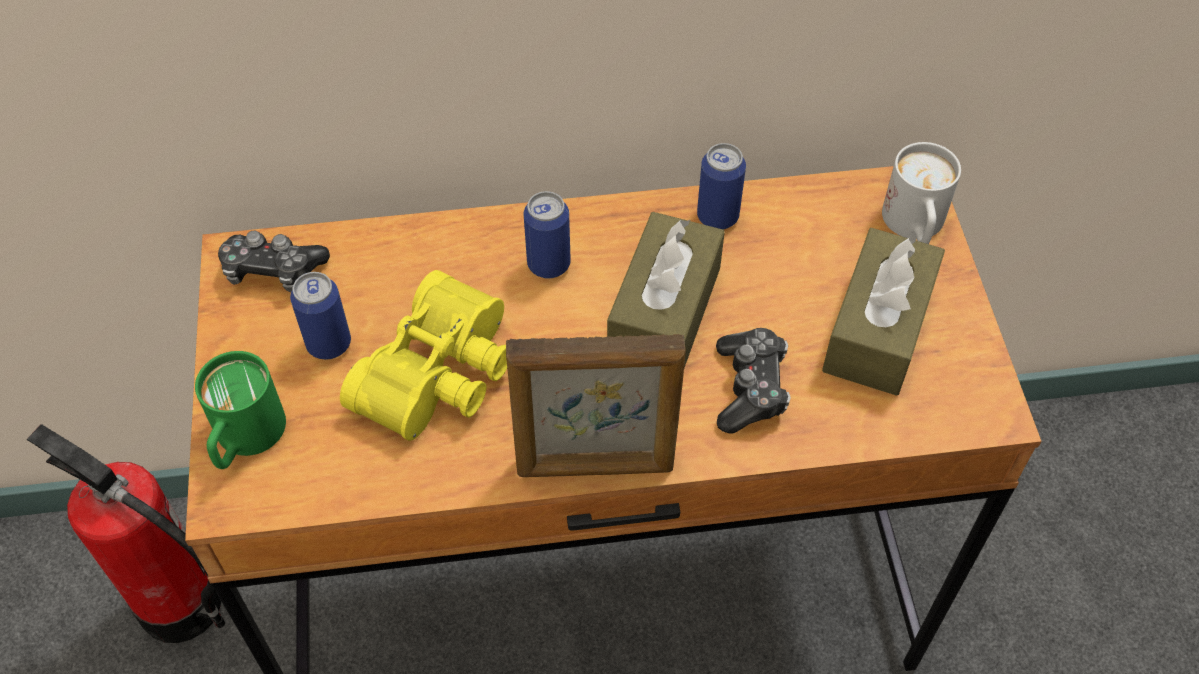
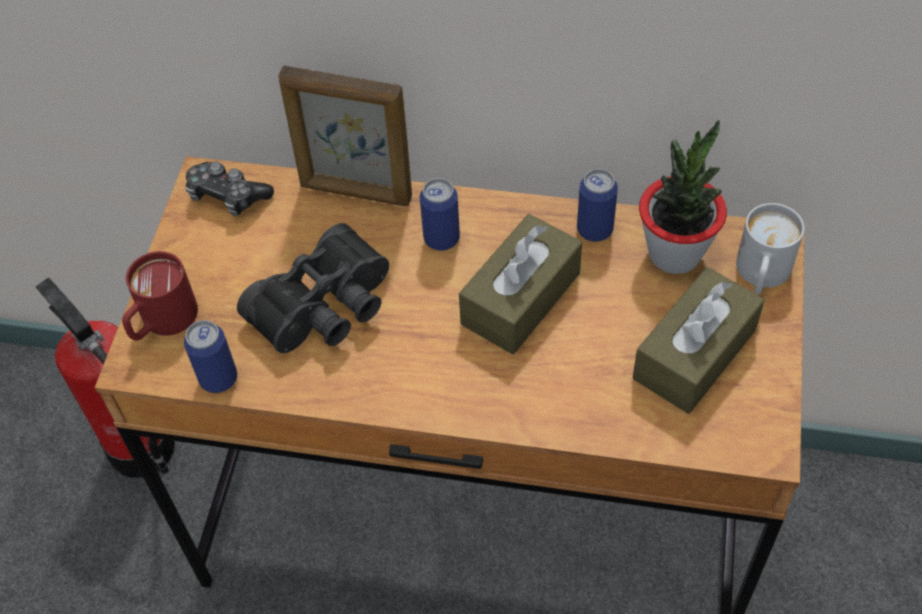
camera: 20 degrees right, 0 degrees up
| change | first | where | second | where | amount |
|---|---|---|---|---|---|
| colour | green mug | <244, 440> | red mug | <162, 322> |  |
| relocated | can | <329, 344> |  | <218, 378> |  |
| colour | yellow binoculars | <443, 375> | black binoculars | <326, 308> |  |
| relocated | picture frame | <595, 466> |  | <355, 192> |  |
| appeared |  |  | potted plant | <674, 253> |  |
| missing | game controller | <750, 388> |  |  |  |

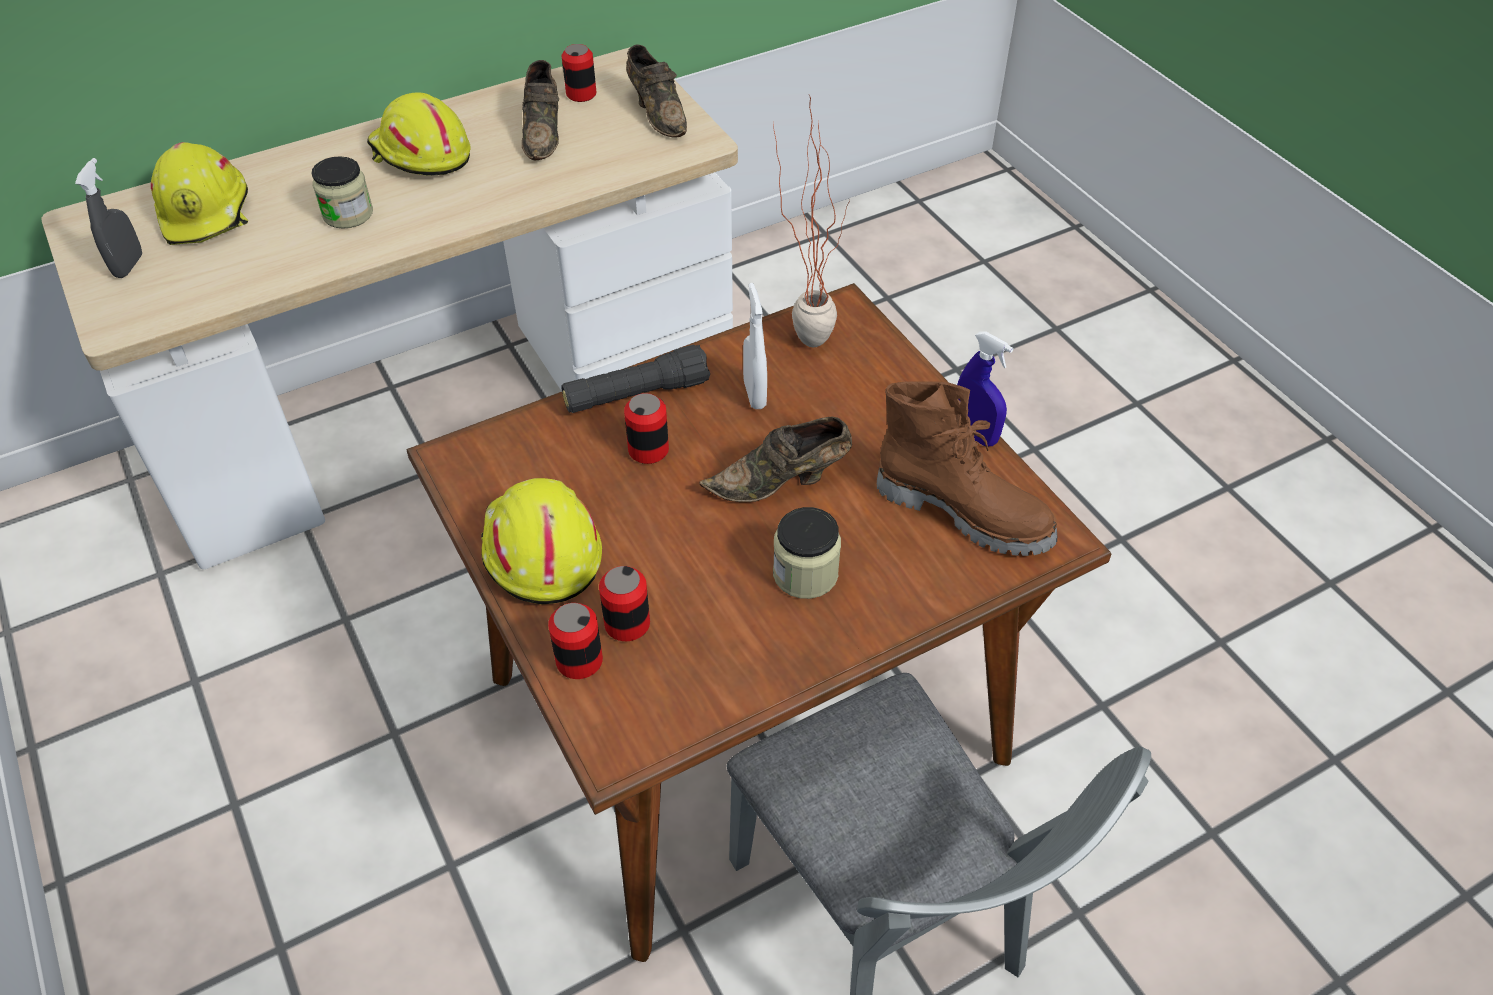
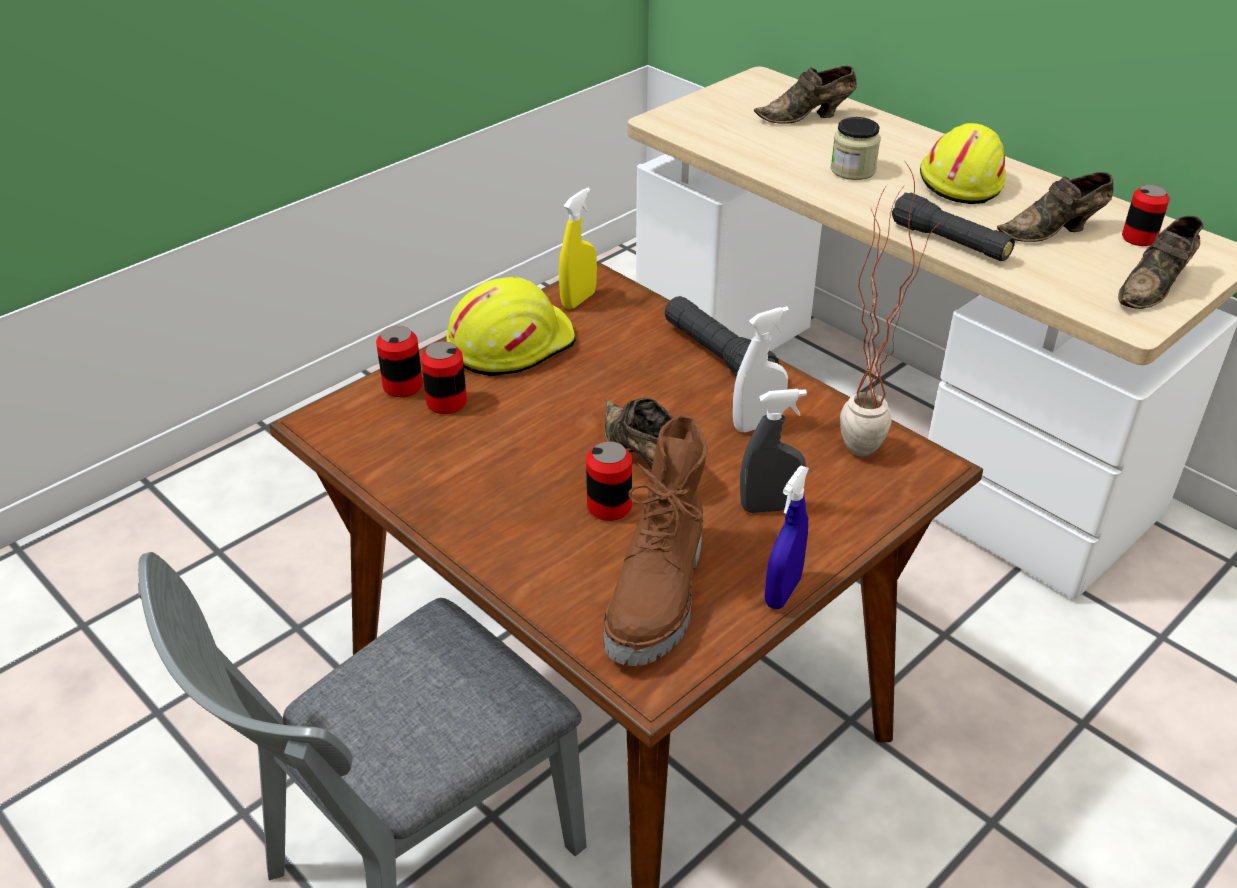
camera: 75 degrees right, 10 degrees down
| change | first | where | second | where | amount |
|---|---|---|---|---|---|
| appeared |  |  | yellow spray bottle | <578, 300> |  |
| relocated | can | <648, 450> |  | <609, 507> |  |
| relocated | grey spray bottle | <129, 266> |  | <769, 507> |  |
| exchanged | yellow hard hat | <207, 212> | brown shoe | <807, 117> |  |
| appeared |  |  | black flashlight | <950, 242> |  |
| missing | jar | <805, 573> |  |  |  |

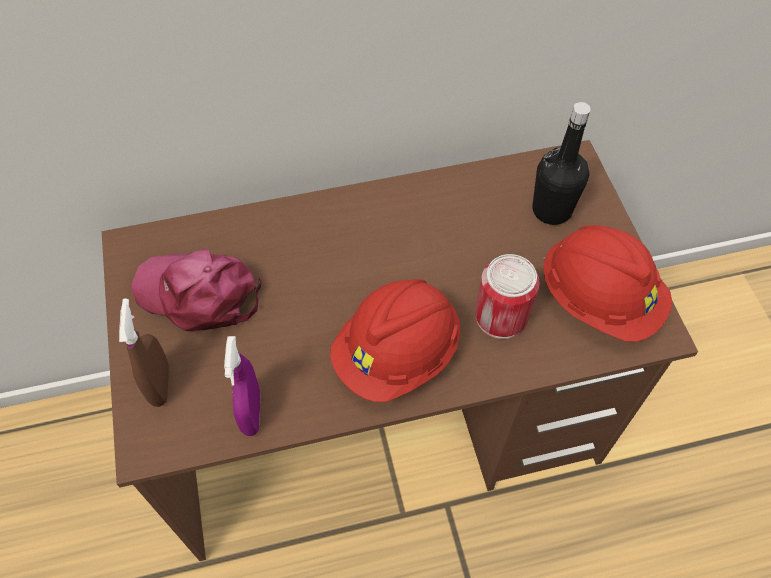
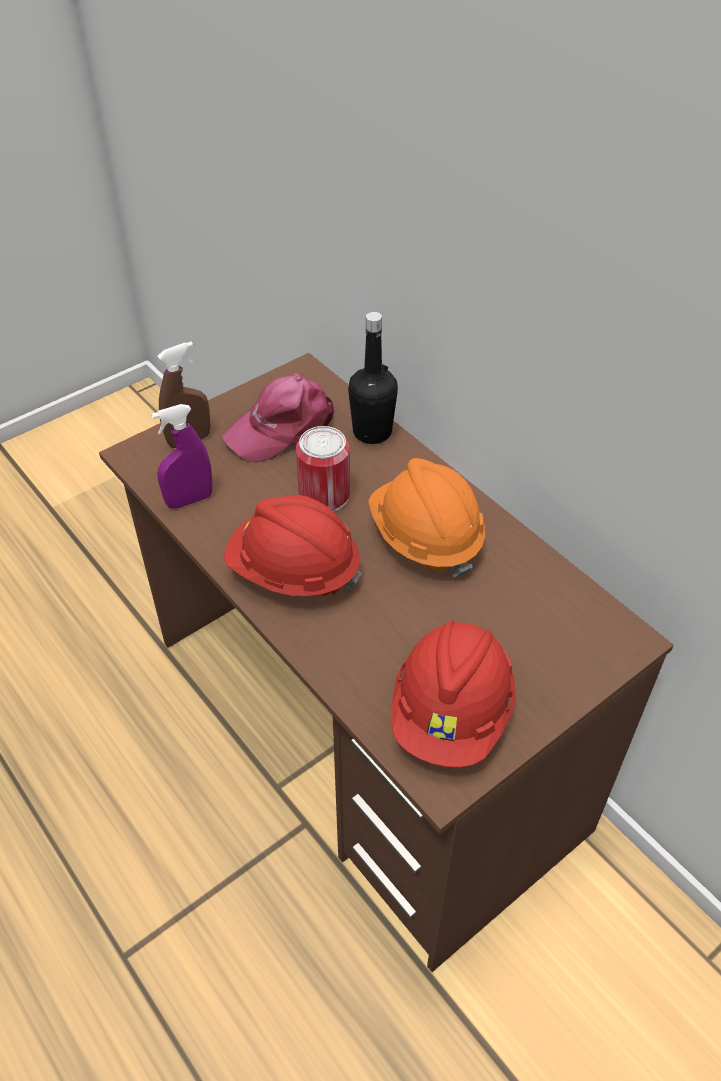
camera: 65 degrees right, 10 degrees down
| change | first | where | second | where | amount |
|---|---|---|---|---|---|
| spun | pink cap | <199, 293> |  | <283, 427> | 120 degrees counterclockwise |
| relocated | can | <501, 316> |  | <324, 496> |  |
| relocated | black bottle | <551, 210> |  | <372, 432> |  |
| appeared |  |  | orange hard hat | <425, 538> |  |

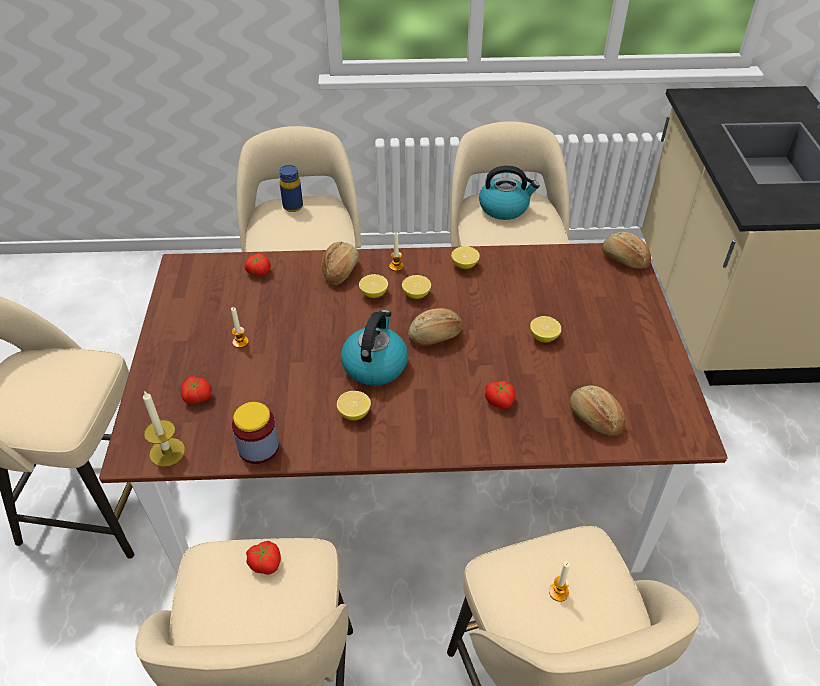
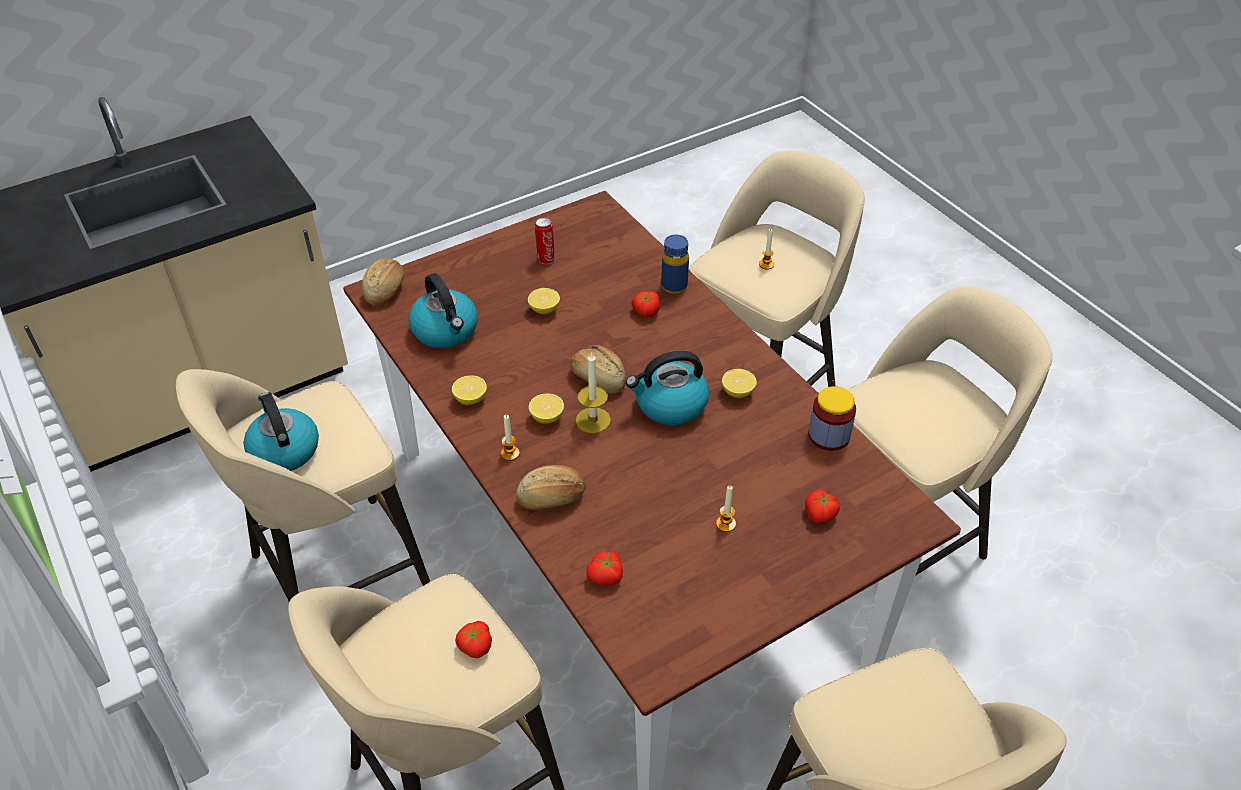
camera: 120 degrees left, 0 degrees up
| change | first | where | second | where | amount |
|---|---|---|---|---|---|
| appeared |  |  | kettle | <446, 331> |  |
| relocated | tomato | <266, 562> |  | <474, 646> |  |
| appeared |  |  | can | <546, 259> |  |
| relocated | candle | <167, 452> |  | <593, 420> |  |
| relocated | blue bottle | <293, 206> |  | <674, 286> |  |
| missing | lemon | <374, 294> |  |  |  |
| missing | bread | <594, 419> |  |  |  |

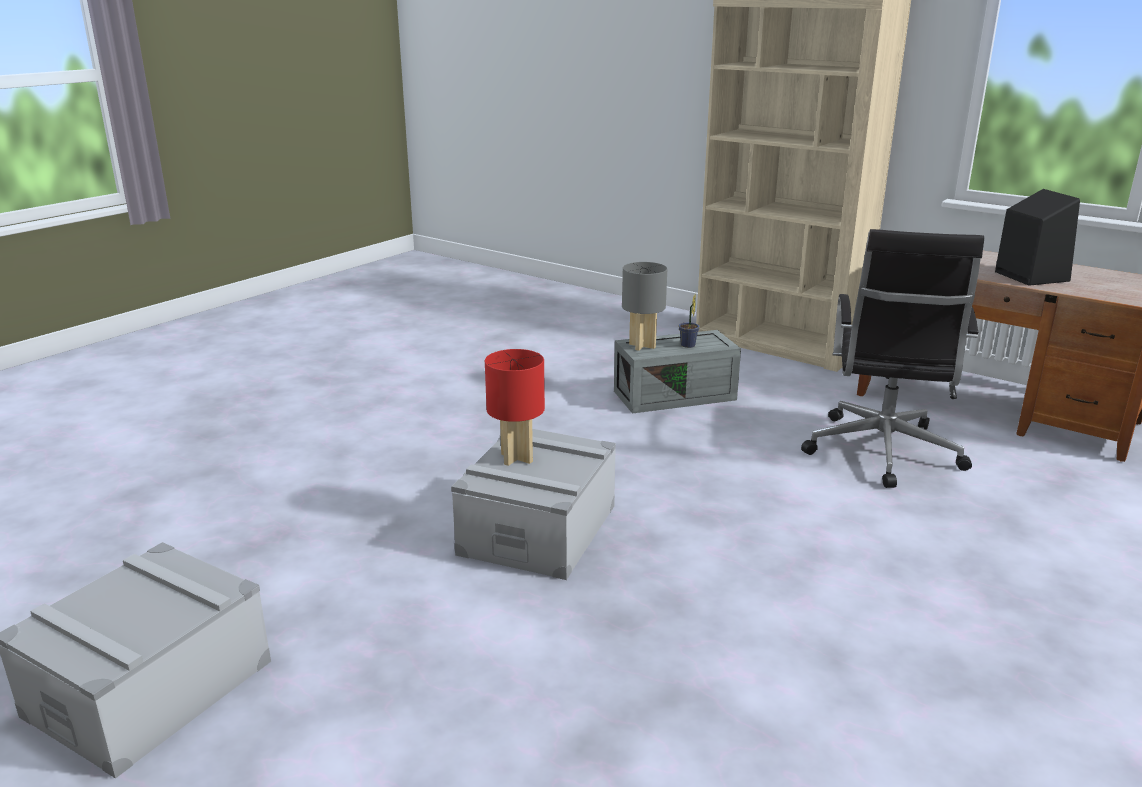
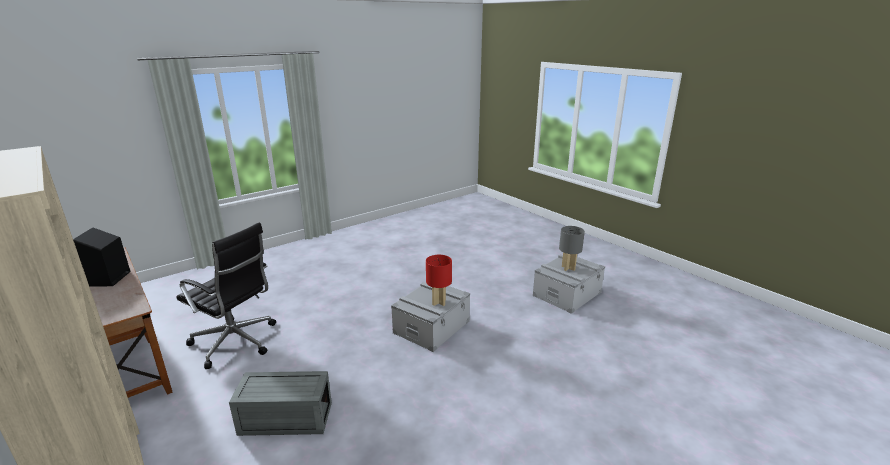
camera: 165 degrees left, 0 degrees up
| change | first | where | second | where | amount |
|---|---|---|---|---|---|
| spun | black office chair | <882, 453> |  | <236, 342> | 90 degrees clockwise |
| relocated | grey table lamp | <643, 346> |  | <568, 268> |  |
| missing | potted plant | <687, 346> |  |  |  |

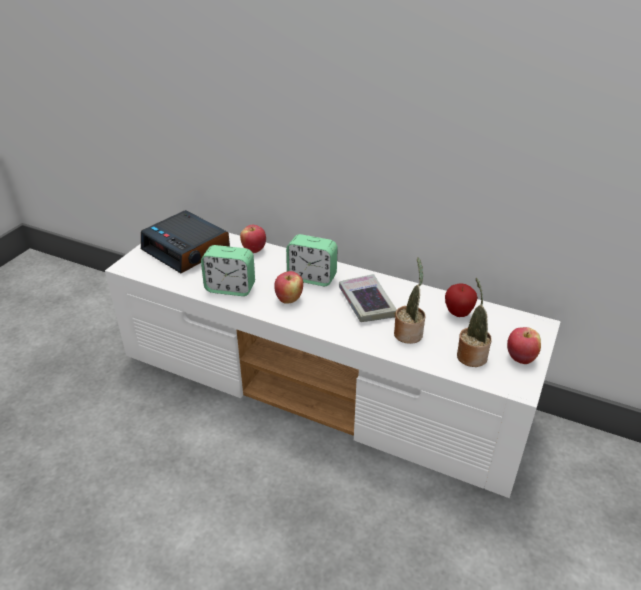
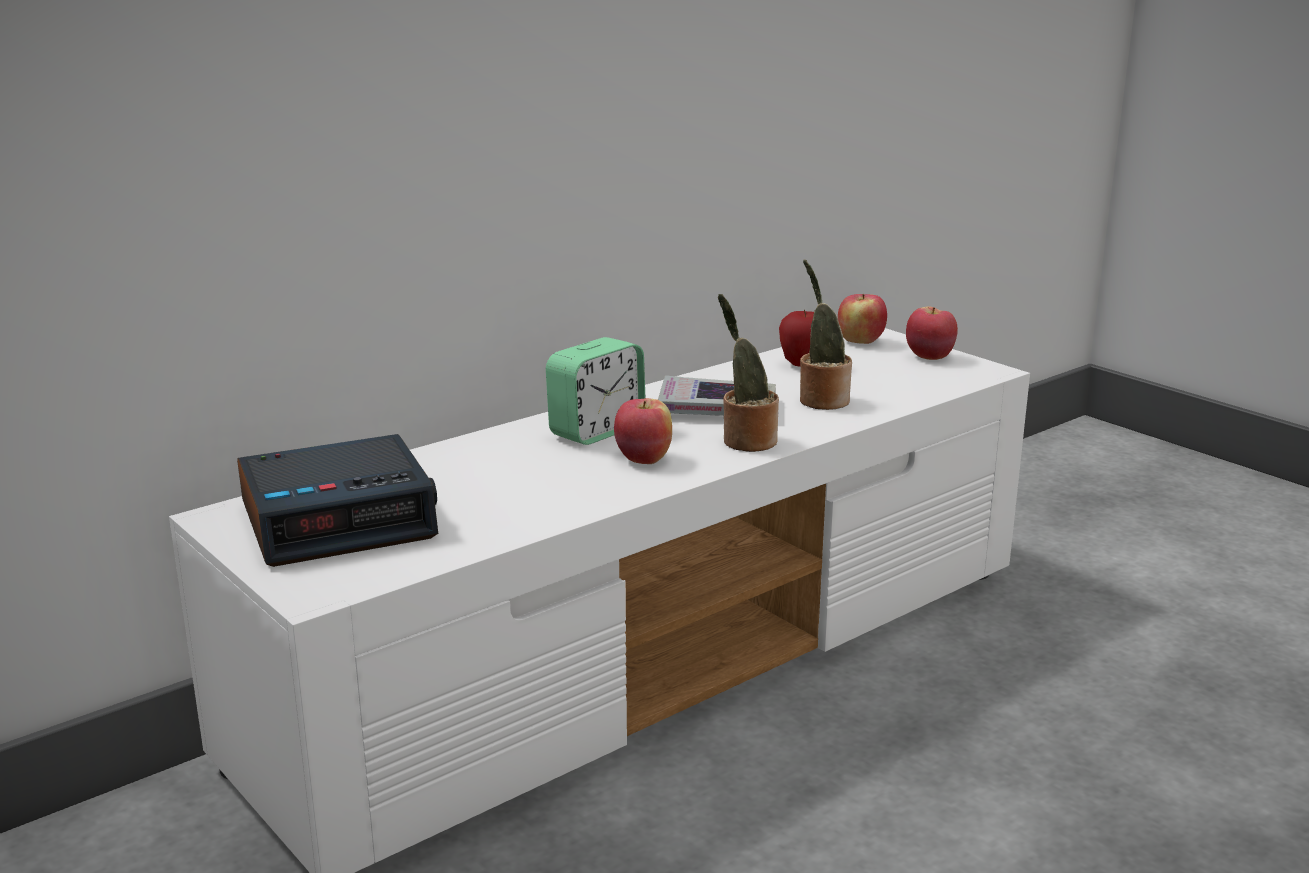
camera: 65 degrees left, 15 degrees down
| change | first | where | second | where | amount |
|---|---|---|---|---|---|
| relocated | potted plant | <471, 355> |  | <745, 441> |  |
| relocated | apple | <254, 250> |  | <860, 341> |  |
| missing | alarm clock | <230, 288> |  |  |  |

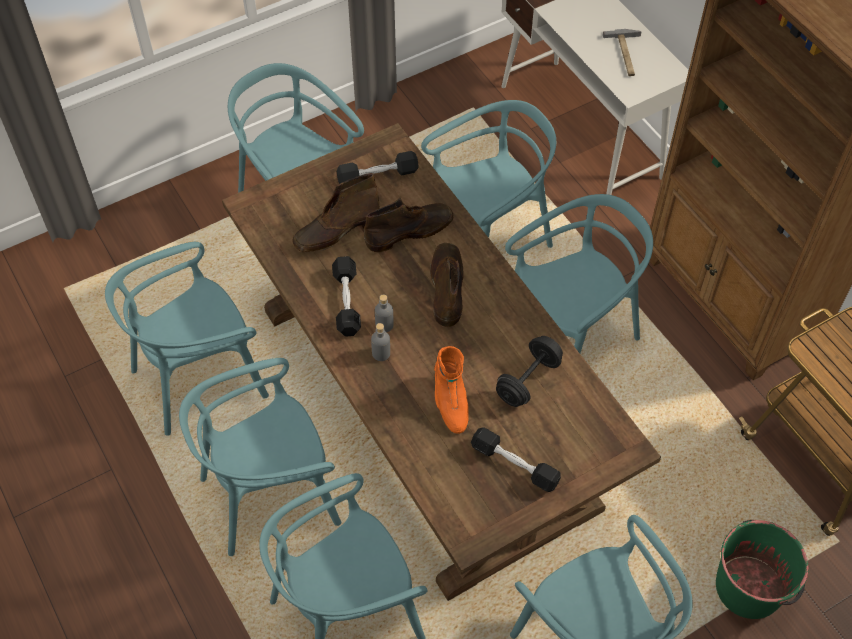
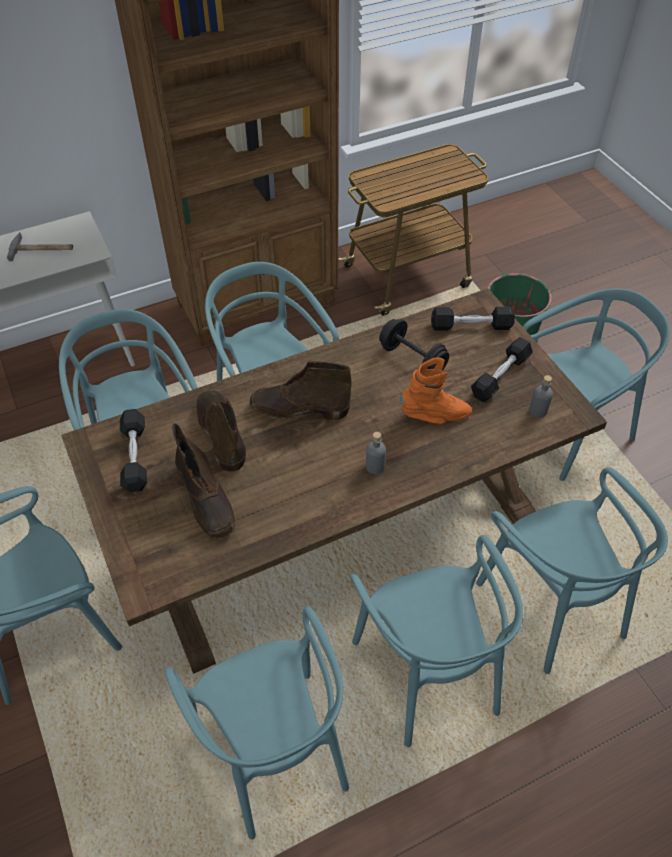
camera: 85 degrees left, 5 degrees down
| change | first | where | second | where | amount |
|---|---|---|---|---|---|
| relocated | black dumbbell | <346, 302> |  | <471, 326> |  |
| relocated | grey bottle | <384, 325> |  | <538, 410> |  |

